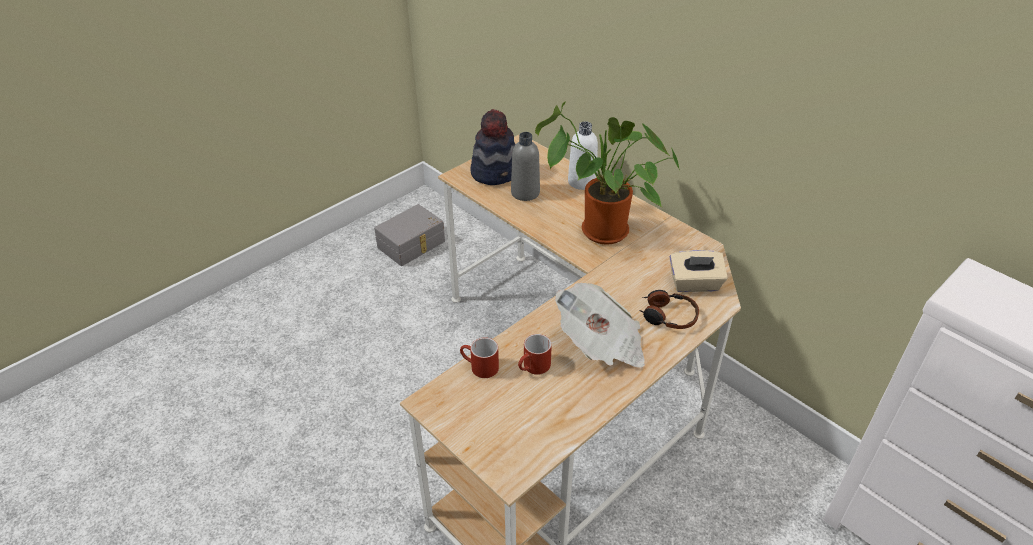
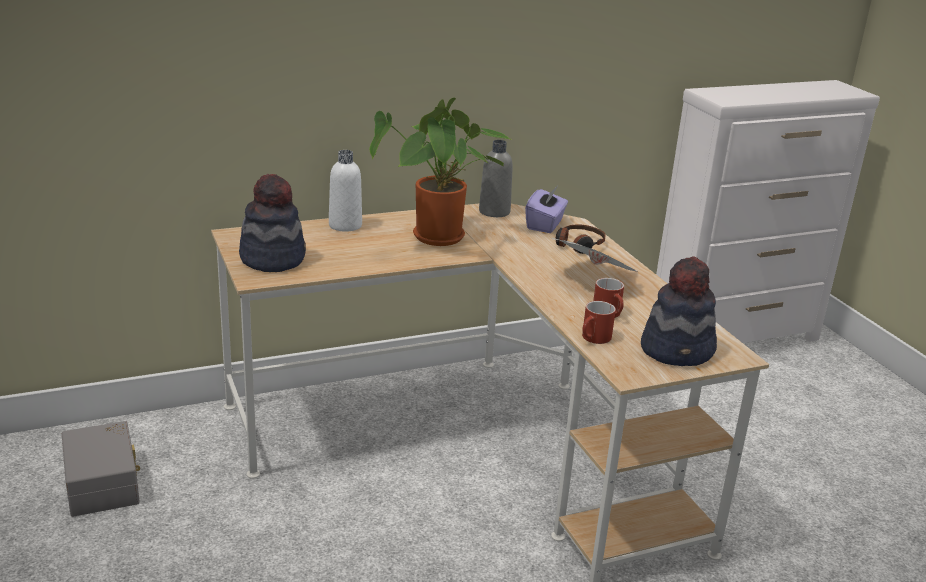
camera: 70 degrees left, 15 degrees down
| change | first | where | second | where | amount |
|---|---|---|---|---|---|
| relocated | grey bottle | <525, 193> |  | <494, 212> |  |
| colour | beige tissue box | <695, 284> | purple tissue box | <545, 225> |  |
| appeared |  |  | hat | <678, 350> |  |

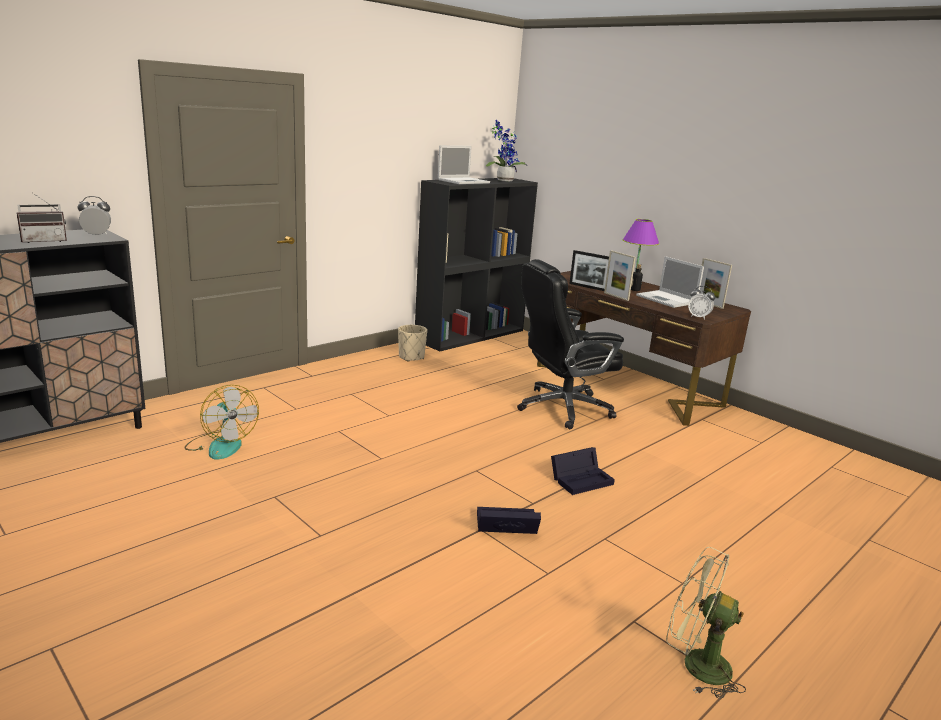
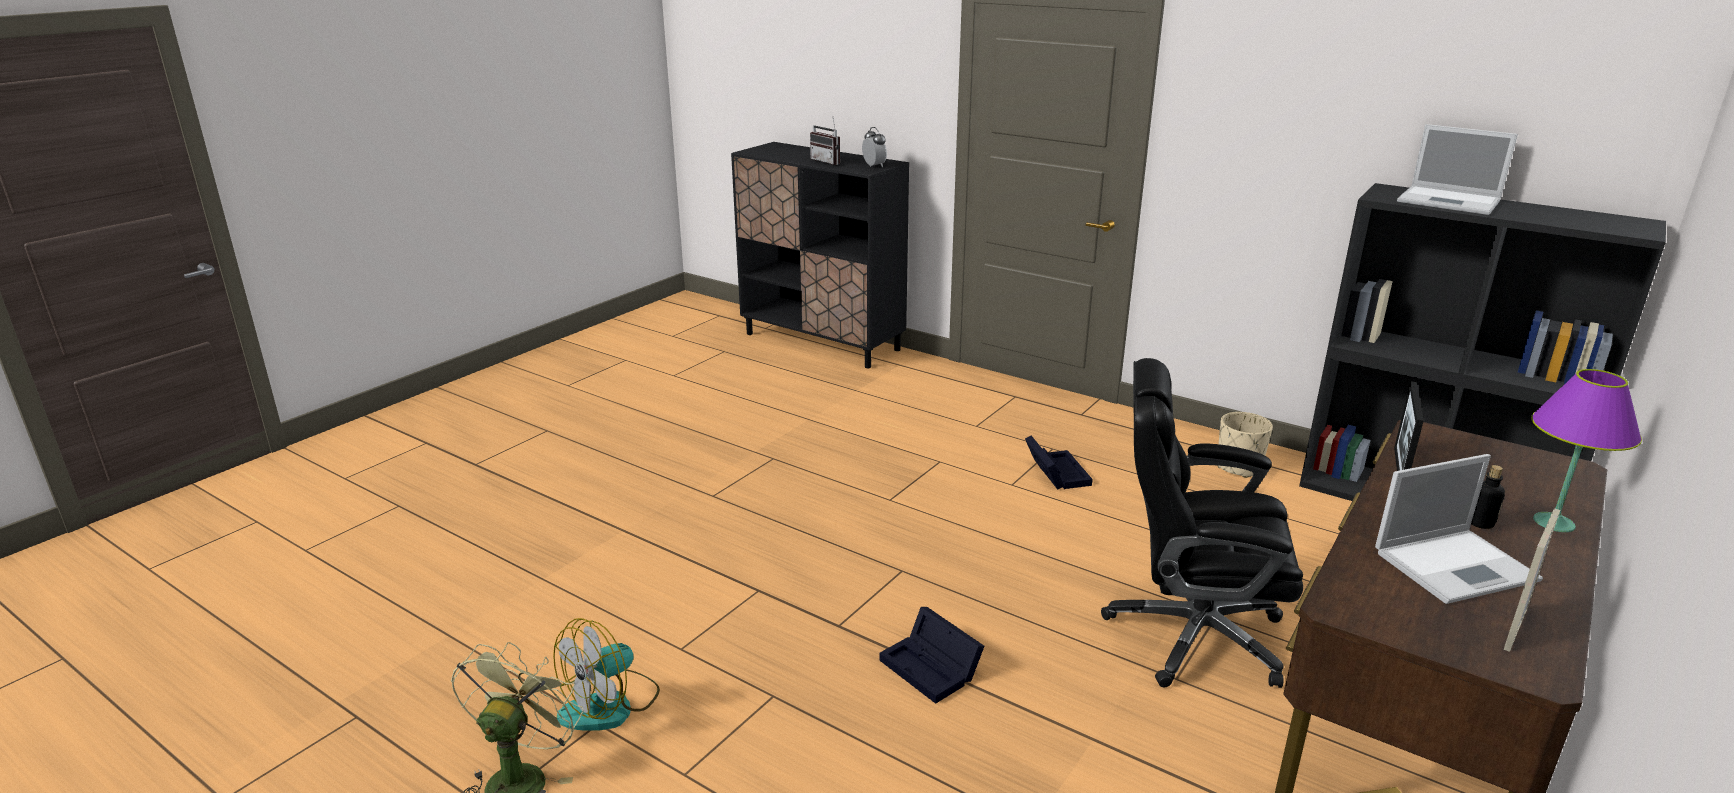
camera: 80 degrees right, 5 degrees up
| change | first | where | second | where | amount |
|---|---|---|---|---|---|
| relocated | fan | <221, 445> |  | <610, 705> |  |
| relocated | black storage box | <504, 526> |  | <1055, 472> |  |
| spun | black office chair | <562, 408> |  | <1191, 634> | 45 degrees counterclockwise |
| spun | laptop | <667, 299> |  | <1457, 565> | 150 degrees counterclockwise |
| missing | potted plant | <503, 180> |  |  |  |
| missing | picture frame | <616, 296> |  |  |  |
| missing | alarm clock | <698, 317> |  |  |  |

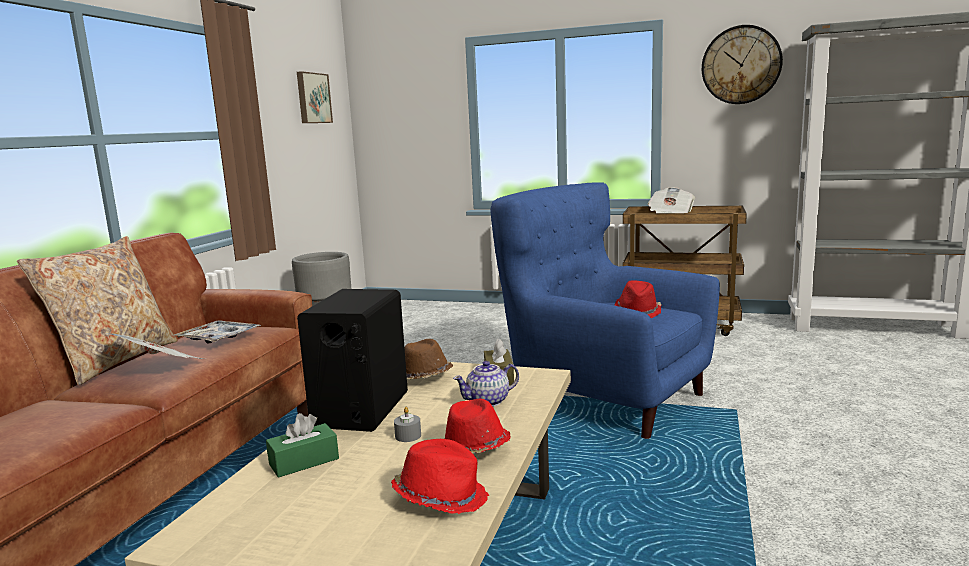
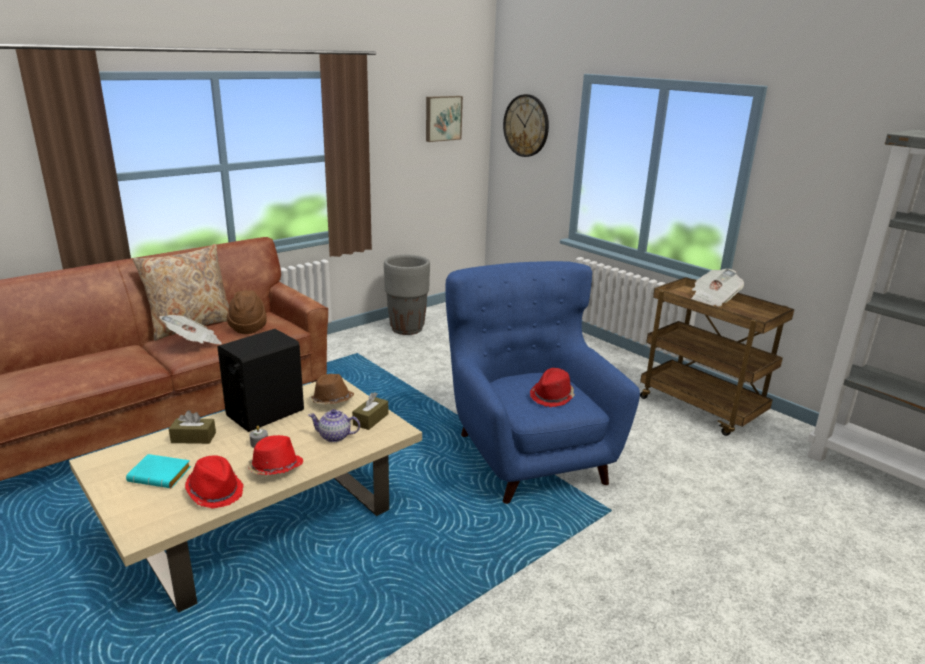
camera: 30 degrees right, 10 degrees up
| change | first | where | second | where | amount |
|---|---|---|---|---|---|
| appeared |  |  | turquoise book | <162, 475> |  |
| colour | green tissue box | <304, 461> | brown tissue box | <193, 438> |  |
| exchanged | tray | <218, 338> | brown hat | <248, 328> |  |
| relocated | wall clock | <741, 65> |  | <526, 125> |  |

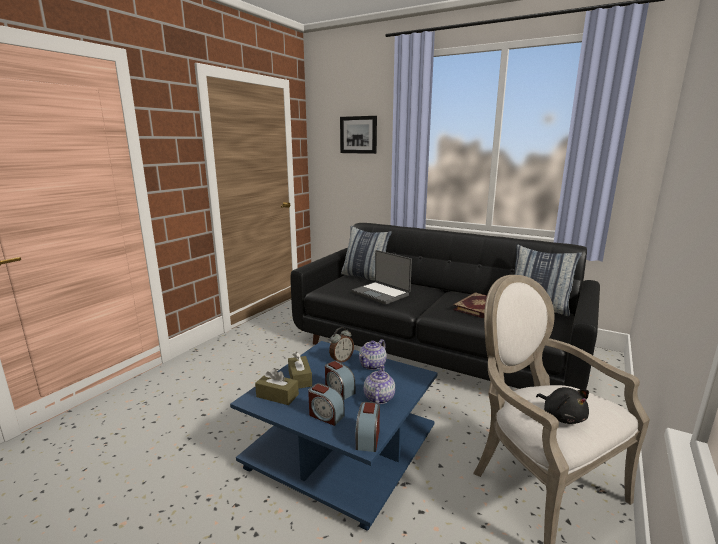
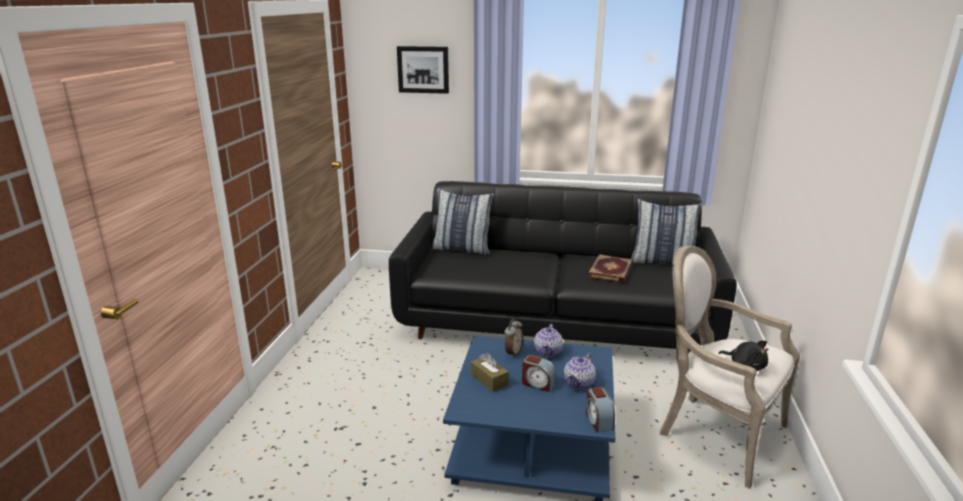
camera: 20 degrees left, 5 degrees up
| change | first | where | second | where | amount |
|---|---|---|---|---|---|
| spun | teapot | <378, 398> |  | <579, 383> | 135 degrees counterclockwise |
| missing | brown tissue box | <277, 395> |  |  |  |
| missing | alarm clock | <325, 415> |  |  |  |
| missing | laptop | <381, 293> |  |  |  |

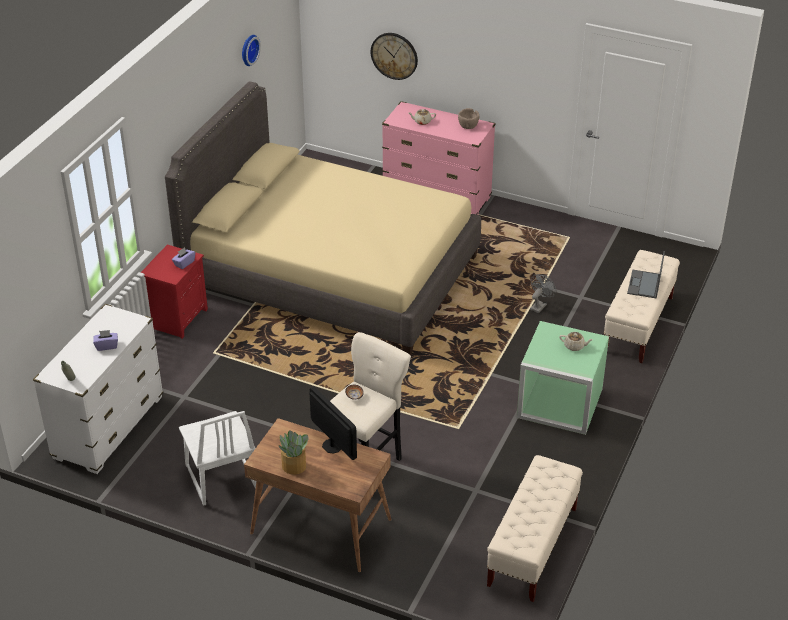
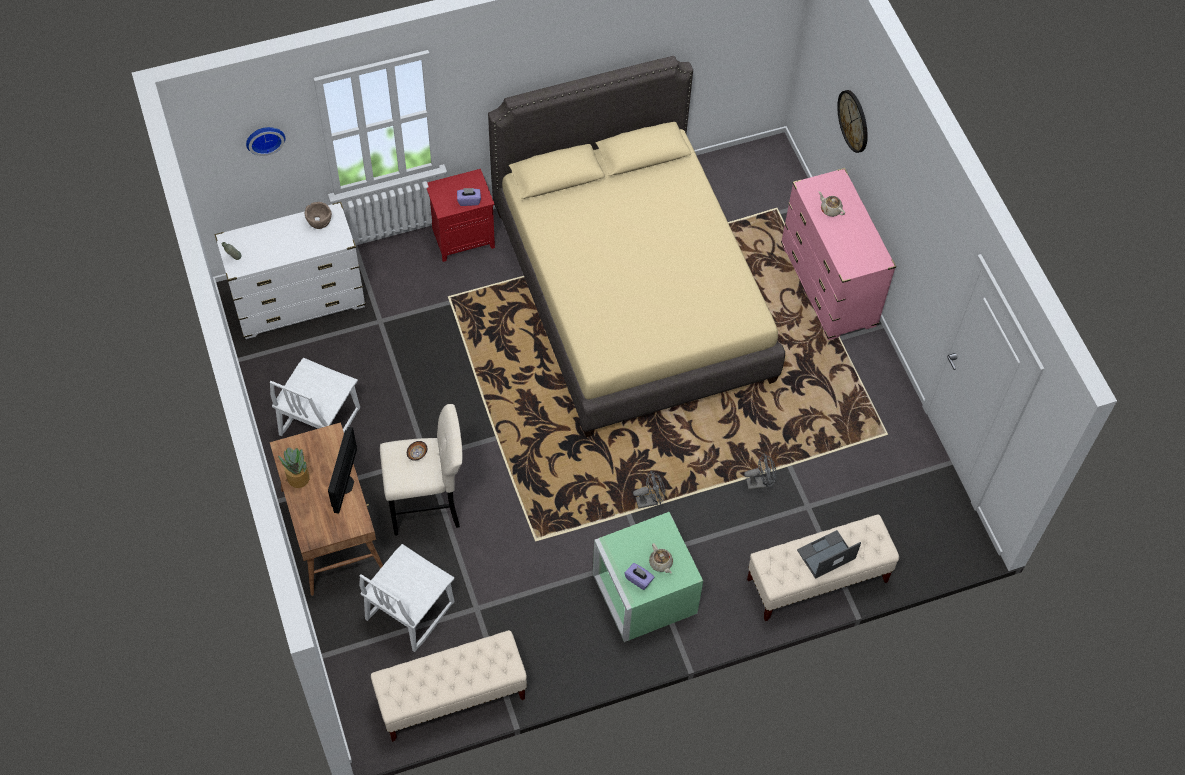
camera: 45 degrees right, 20 degrees up
| change | first | where | second | where | amount |
|---|---|---|---|---|---|
| relocated | wall clock | <248, 49> |  | <264, 138> |  |
| relocated | brown bowl | <468, 126> |  | <319, 222> |  |
| appeared |  |  | white chair | <409, 610> |  |
| relocated | purple tissue box | <106, 346> |  | <639, 579> |  |
| appeared |  |  | grey fan | <650, 500> |  |

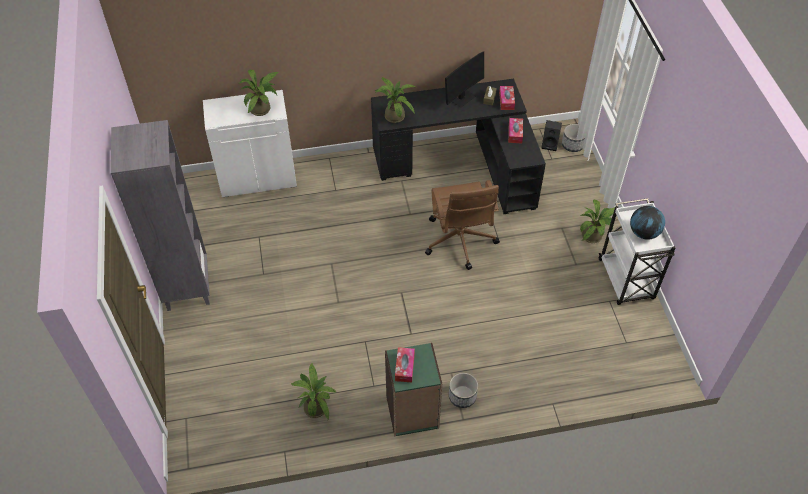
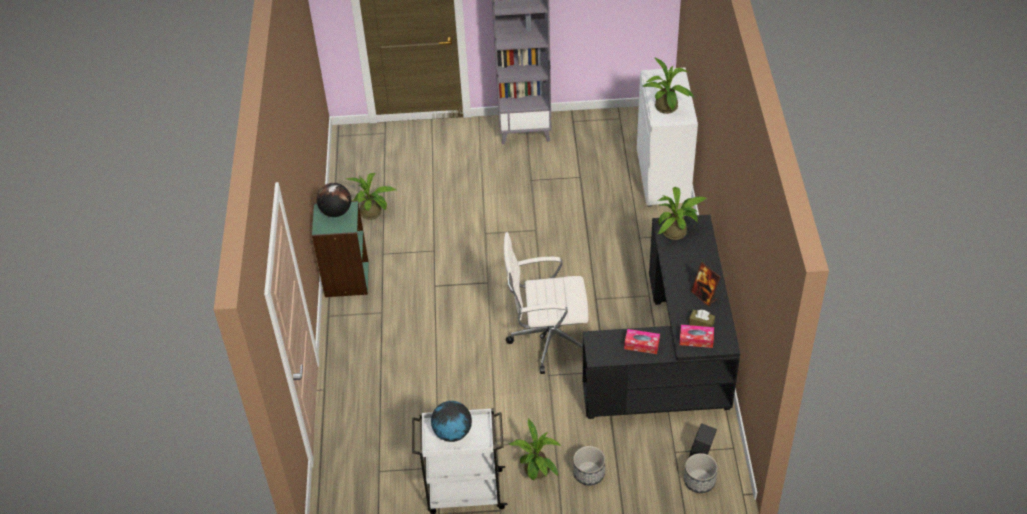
camera: 100 degrees right, 5 degrees down
| change | first | where | second | where | amount |
|---|---|---|---|---|---|
| exchanged | tissue box | <404, 367> | globe | <336, 212> |  |
| colour | brown office chair | <460, 242> | white office chair | <548, 339> |  |
| relocated | planter | <462, 396> |  | <589, 473> |  |
| exchanged | monitor | <461, 98> | picture frame | <704, 296> |  |

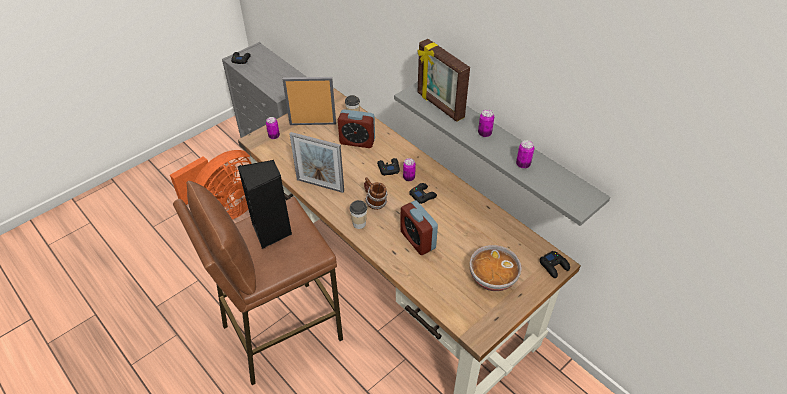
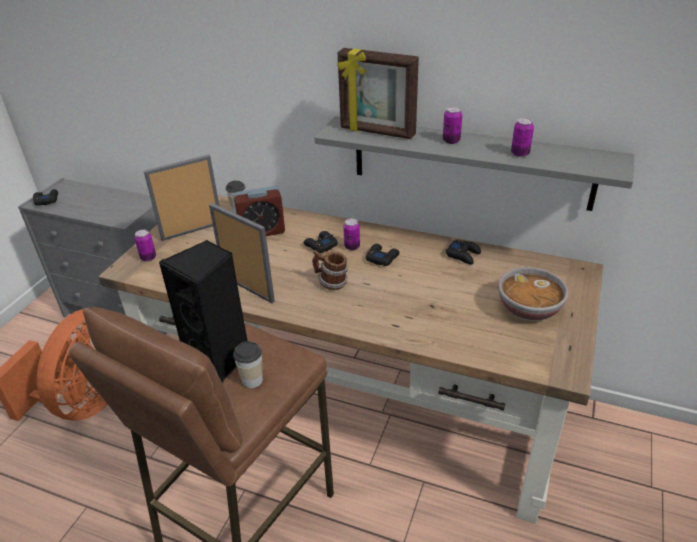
camera: 25 degrees left, 10 degrees down
| change | first | where | second | where | amount |
|---|---|---|---|---|---|
| spun | picture frame | <320, 185> |  | <248, 288> | 135 degrees counterclockwise |
| relocated | cup | <359, 223> |  | <252, 380> |  |
| relocated | black game controller | <554, 266> |  | <463, 255> |  |
| missing | alarm clock | <417, 240> |  |  |  |

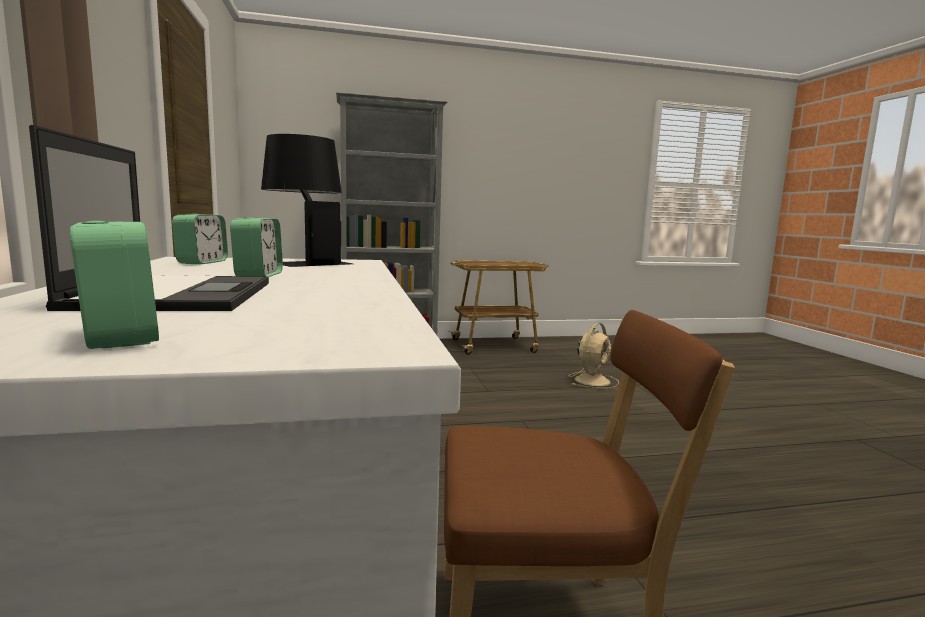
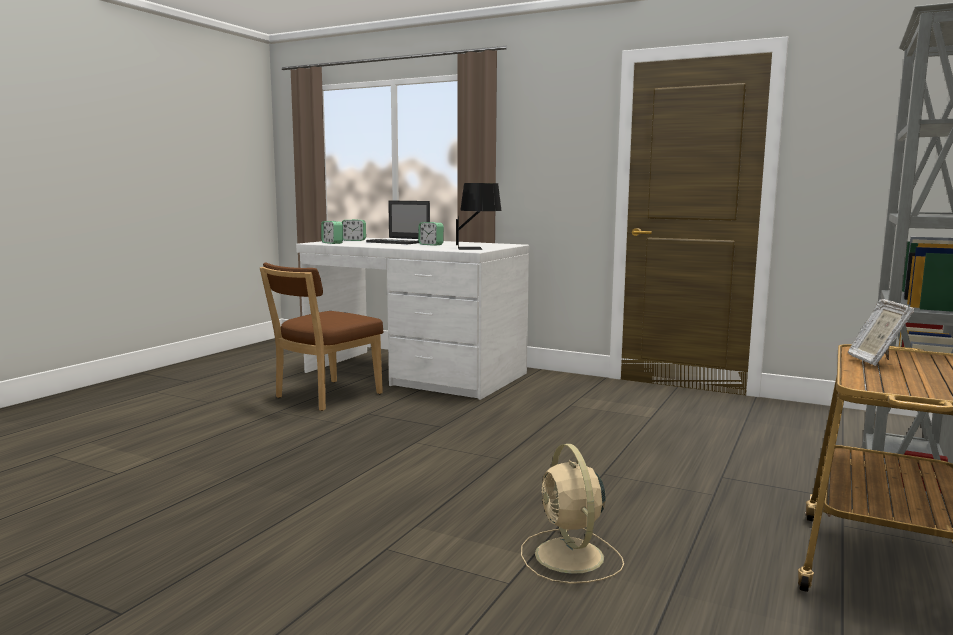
camera: 130 degrees right, 0 degrees up
| change | first | where | second | where | amount |
|---|---|---|---|---|---|
| relocated | alarm clock | <202, 262> |  | <332, 243> |  |
| appeared |  |  | picture frame | <875, 361> |  |

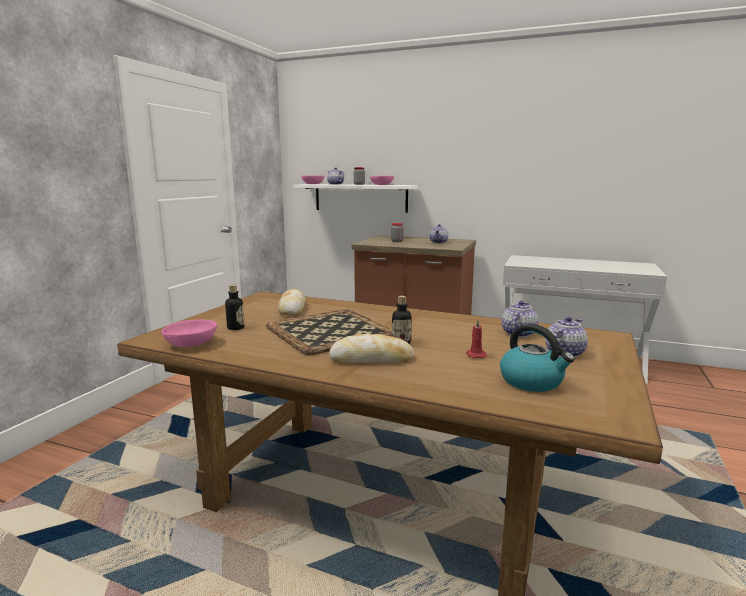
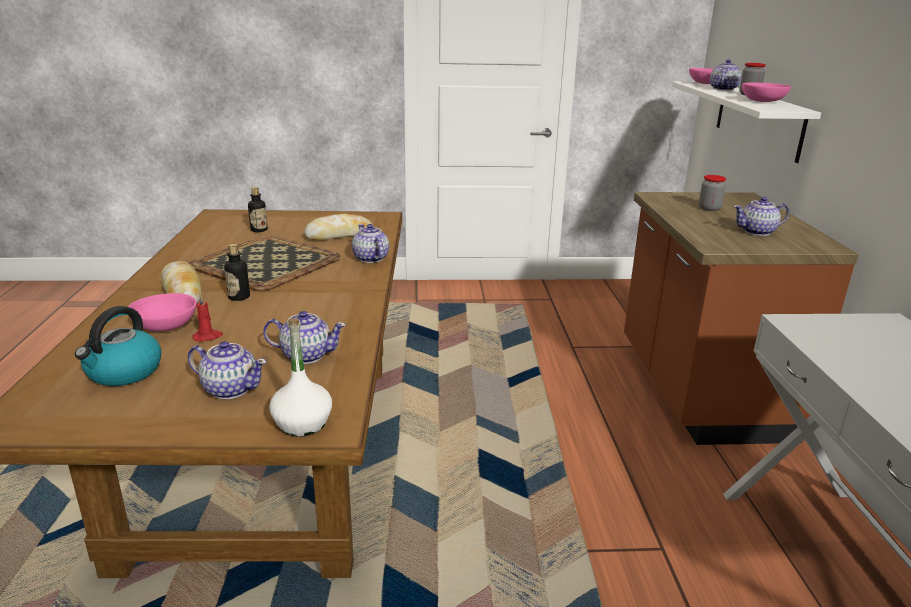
camera: 65 degrees right, 10 degrees up
| change | first | where | second | where | amount |
|---|---|---|---|---|---|
| relocated | pink bowl | <191, 344> |  | <166, 326> |  |
| appeared |  |  | white bottle | <302, 423> |  |
| appeared |  |  | teapot | <370, 258> |  |

